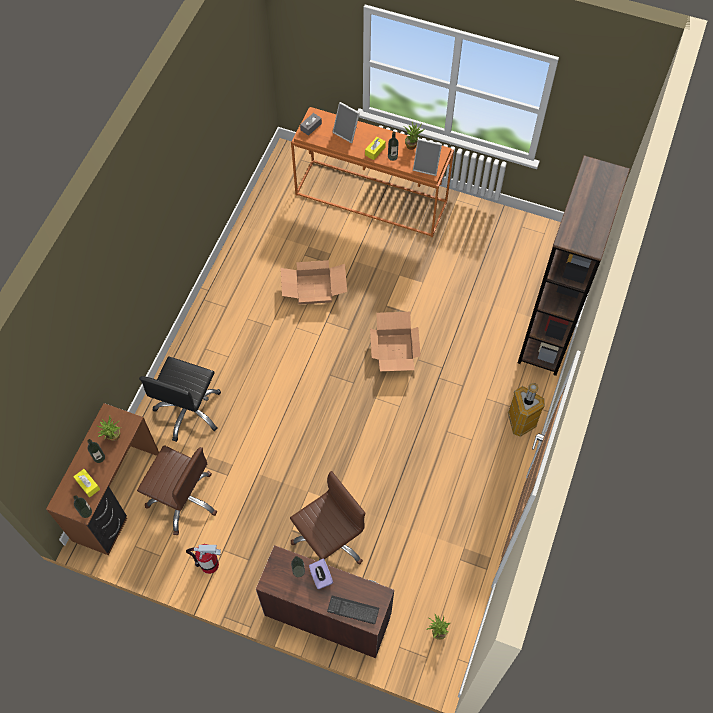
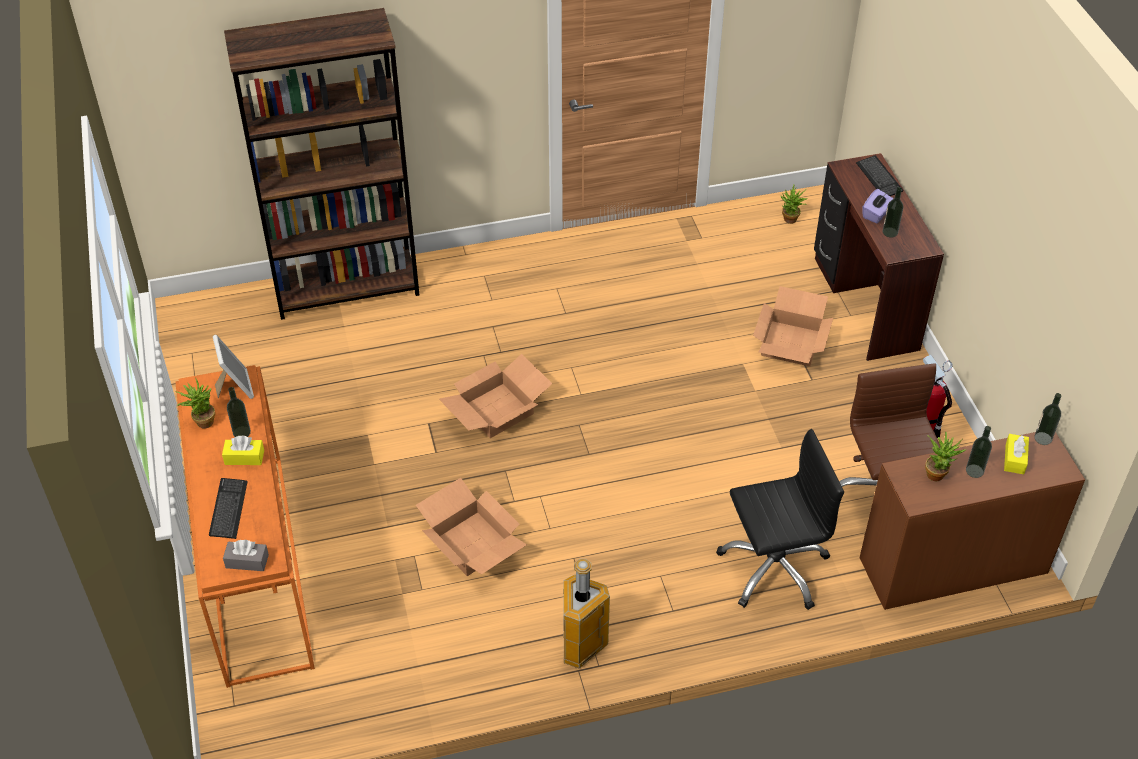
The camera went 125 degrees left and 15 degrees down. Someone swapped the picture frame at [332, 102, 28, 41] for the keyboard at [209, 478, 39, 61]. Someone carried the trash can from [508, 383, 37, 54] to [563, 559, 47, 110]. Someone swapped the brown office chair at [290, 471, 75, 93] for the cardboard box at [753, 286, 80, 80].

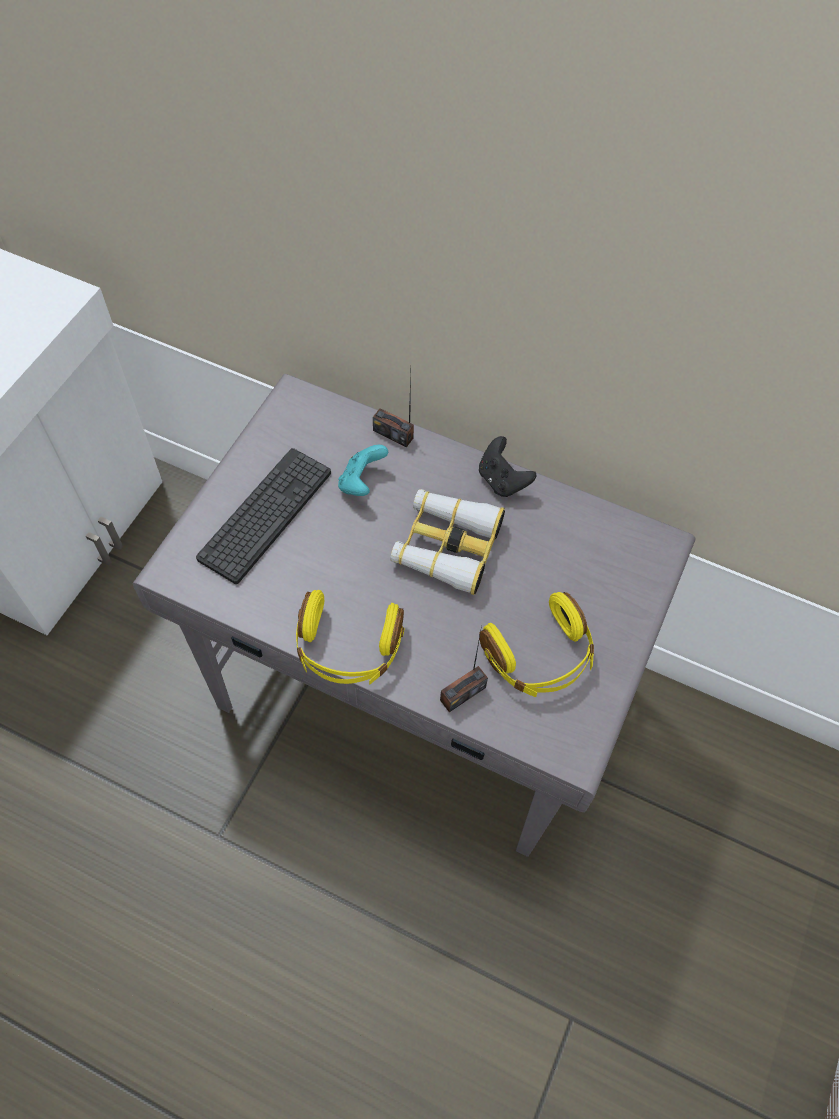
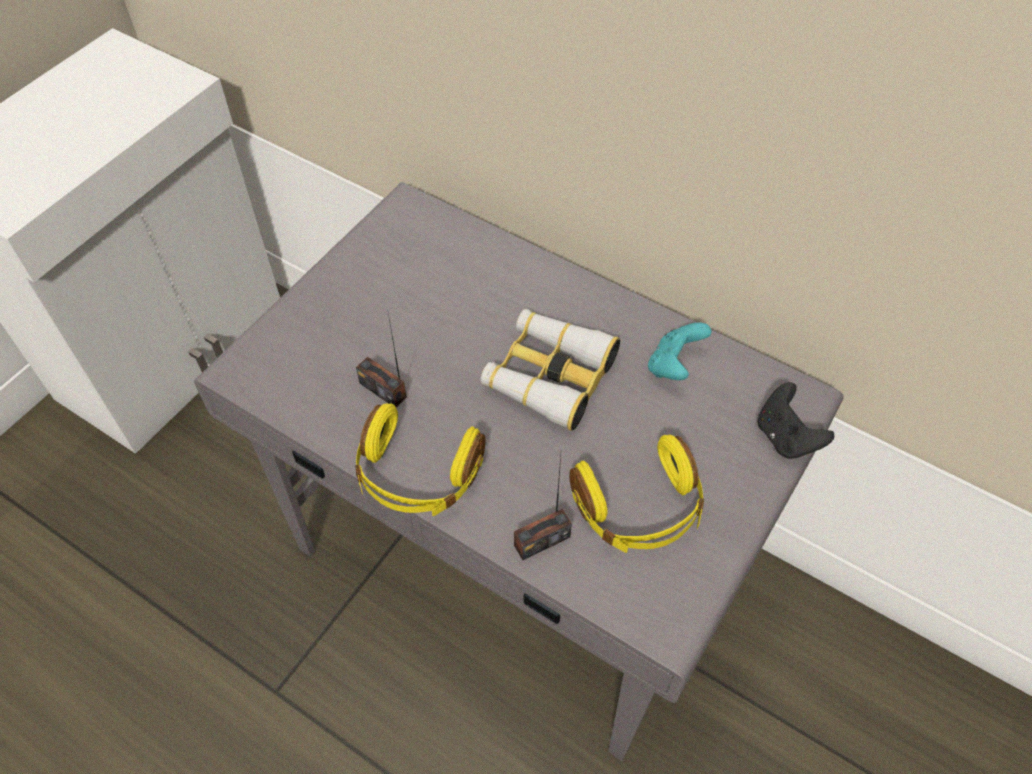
The camera went 10 degrees right and 5 degrees down. Someone carried the radio from [373, 372, 41, 75] to [356, 313, 51, 94]. Someone carried the black game controller from [479, 436, 57, 61] to [758, 382, 76, 77]. Someone carried the turquoise game controller from [338, 445, 50, 51] to [648, 323, 64, 57]. Someone took away the keyboard at [196, 448, 135, 136].

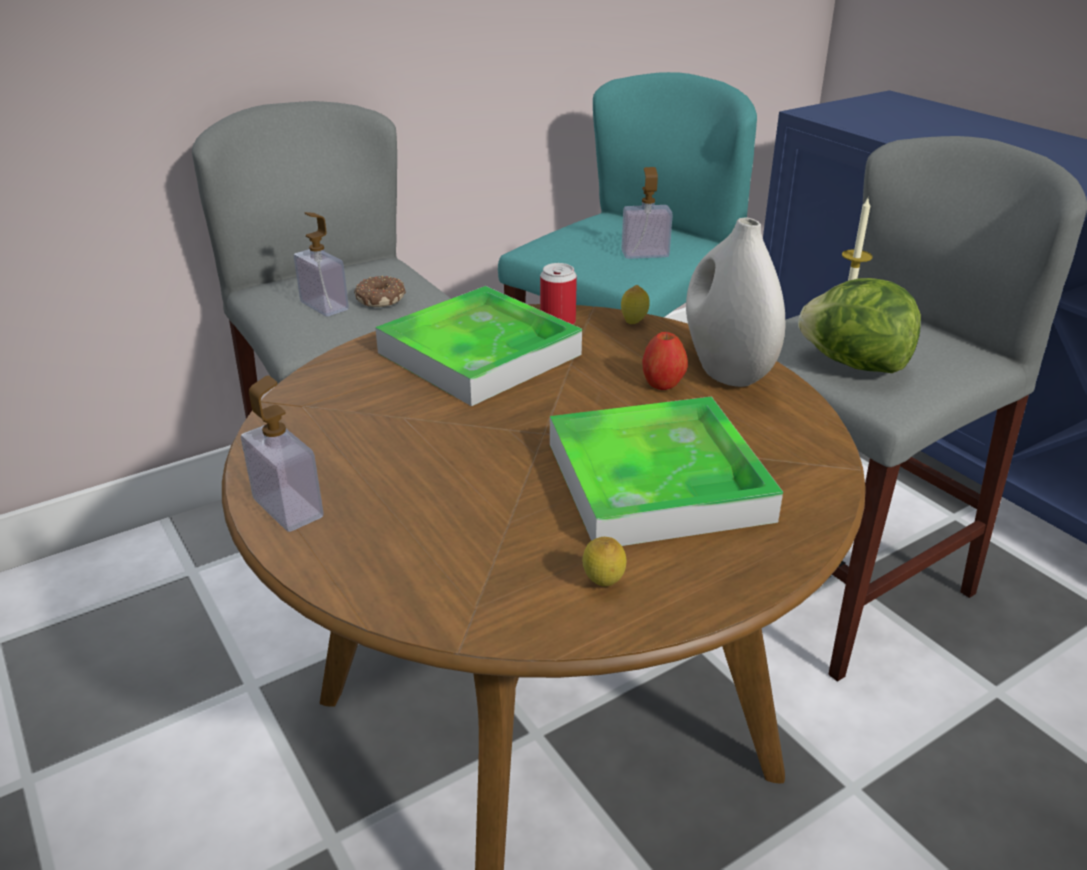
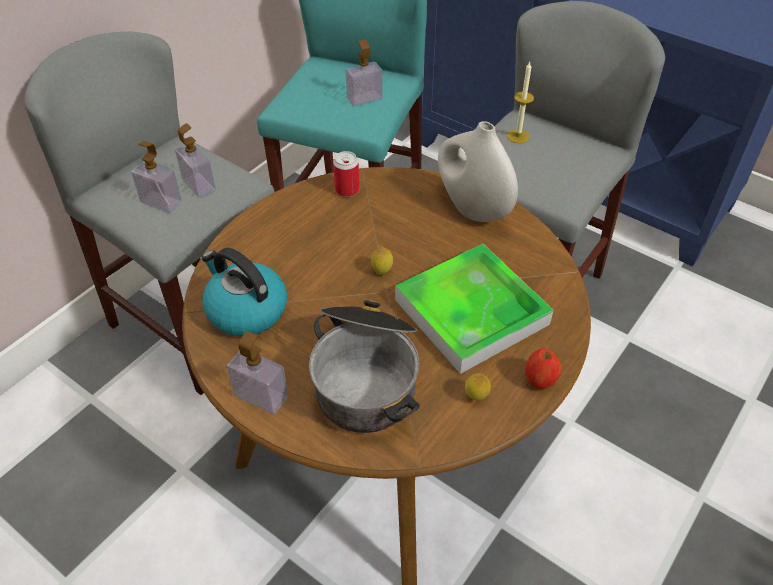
The camera went 20 degrees left and 15 degrees up. Someone swapped the donut at [354, 276, 52, 31] for the soap dispenser at [175, 123, 41, 75]. Someone took away the lettuce at [798, 278, 123, 95]. Someone carried the lemon from [621, 285, 29, 39] to [371, 247, 22, 28]. Someone took away the tray at [375, 286, 207, 120]. Someone carried the apple from [642, 332, 46, 58] to [525, 349, 37, 40]. Someone put down the kettle at [202, 248, 85, 88]. Someone put down the cooking pot at [309, 300, 110, 133].

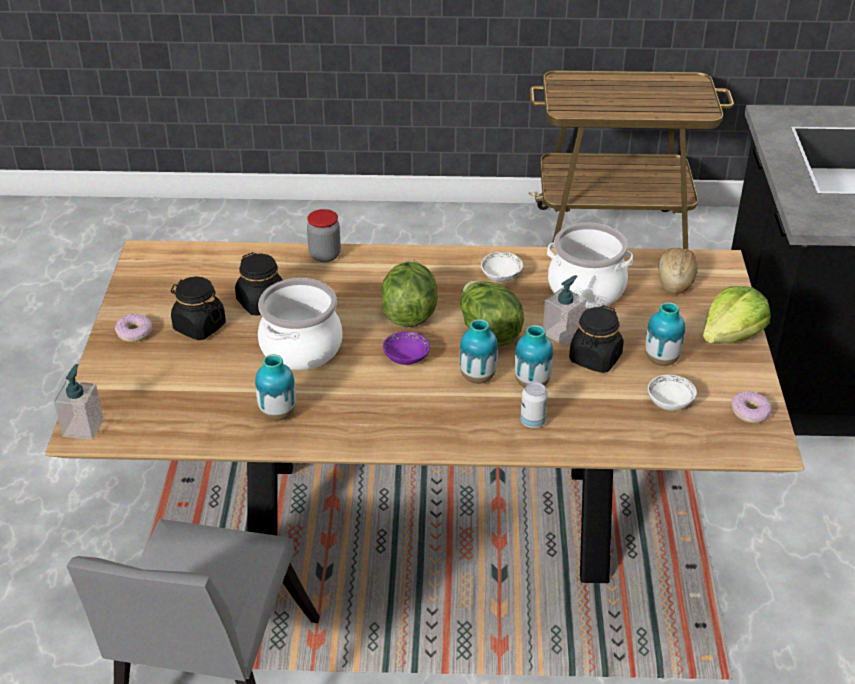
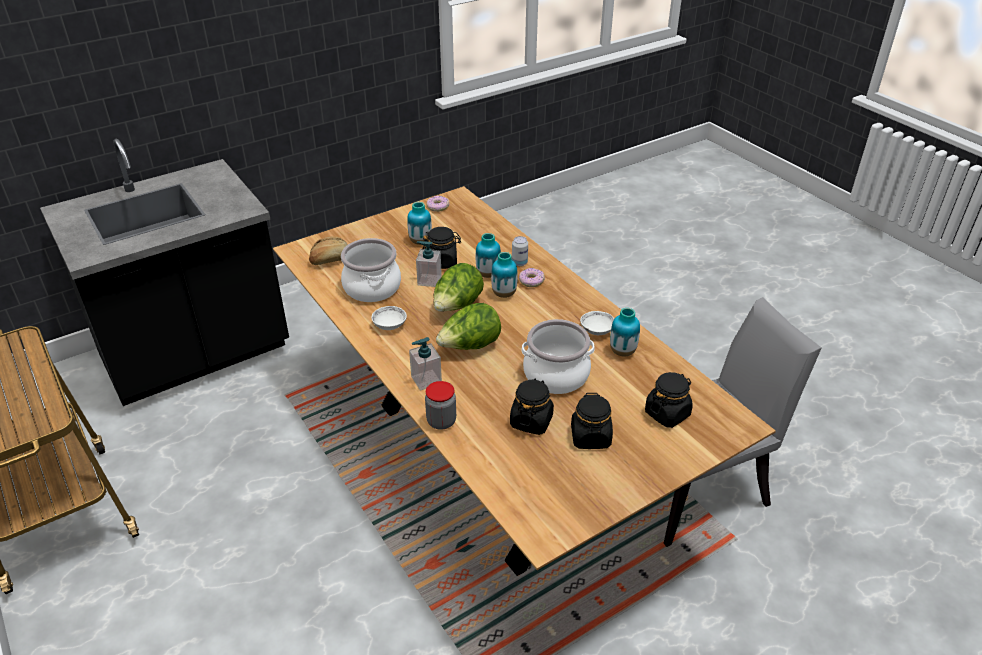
The camera went 125 degrees left and 0 degrees up. Someone took away the lettuce at [703, 286, 67, 58]. Someone carried the donut from [115, 314, 37, 28] to [519, 268, 26, 19]. Someone took away the purple bowl at [383, 332, 47, 33]. Someone carried the soap dispenser from [54, 364, 50, 76] to [409, 337, 33, 54]. Someone carried the white bowl from [648, 375, 49, 36] to [580, 311, 34, 24]. Someone put down the black jar at [645, 372, 48, 56].

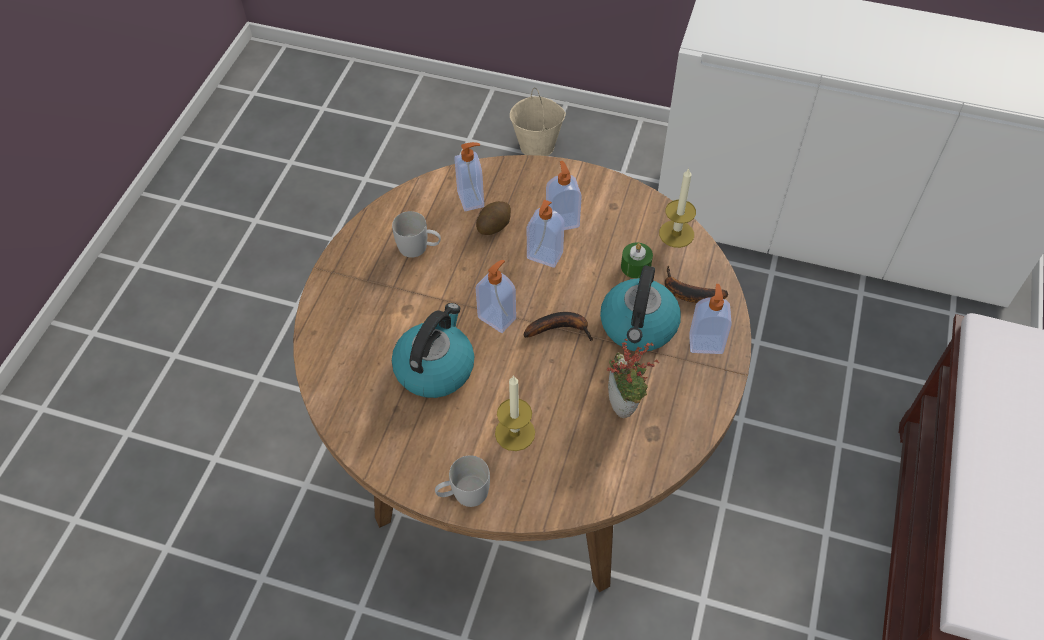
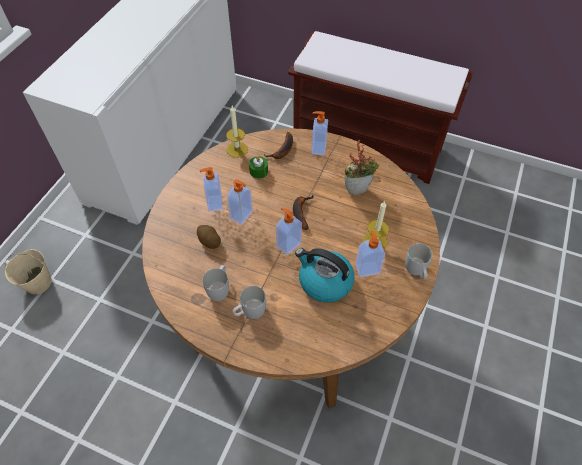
The camera went 85 degrees left and 0 degrees up. Someone carried the soap dispenser from [454, 142, 30, 69] to [355, 230, 30, 47]. Someone took away the kettle at [600, 266, 81, 86]. Someone put down the white mug at [232, 286, 34, 33].

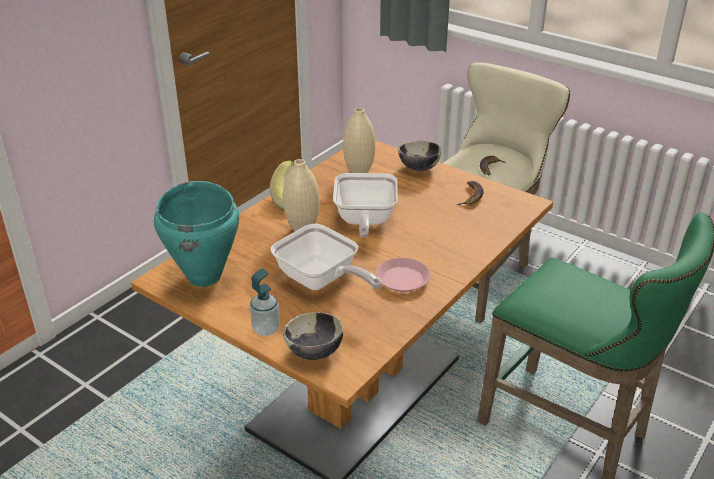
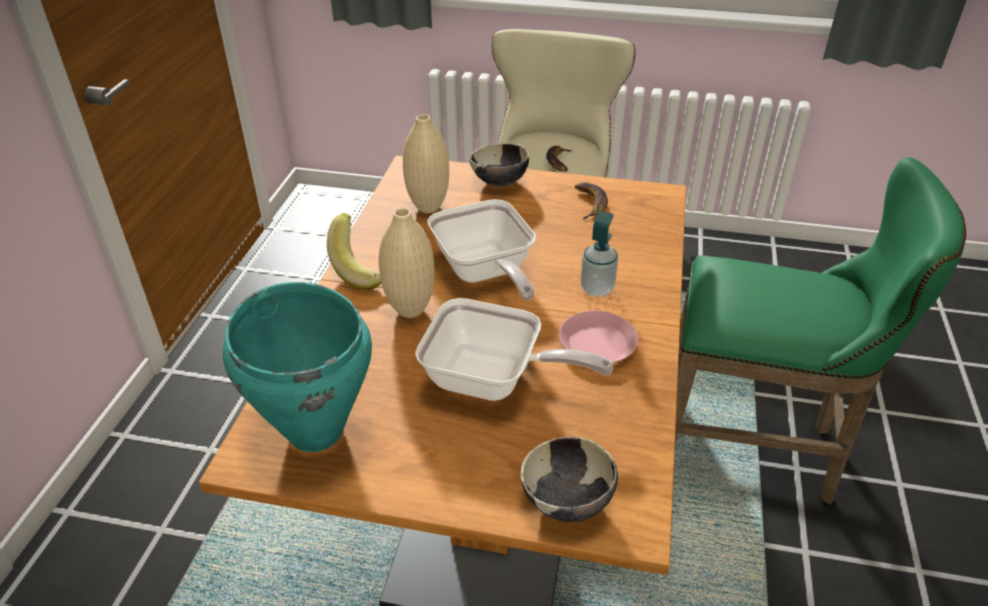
The camera went 25 degrees left and 5 degrees up. Someone carried the soap dispenser from [250, 268, 30, 68] to [580, 211, 38, 86].

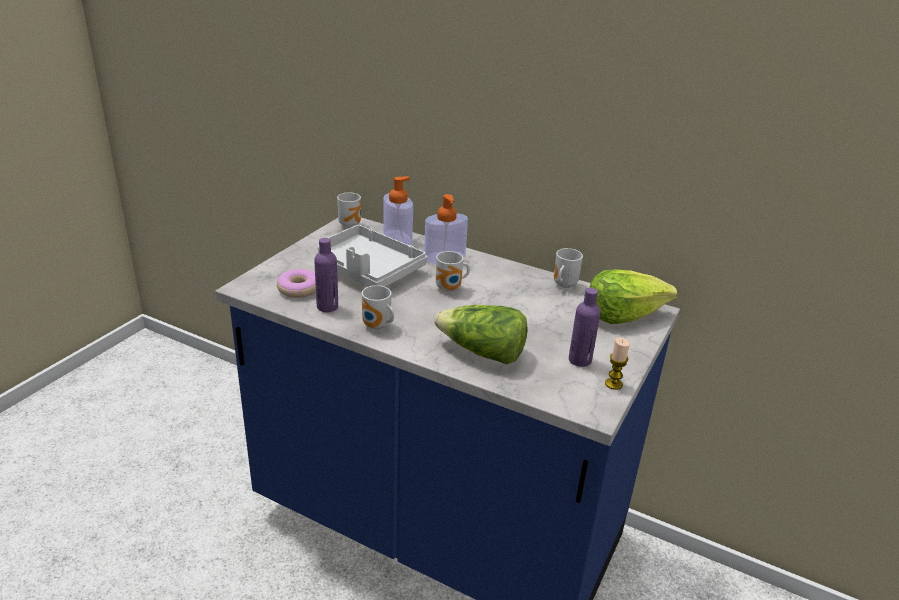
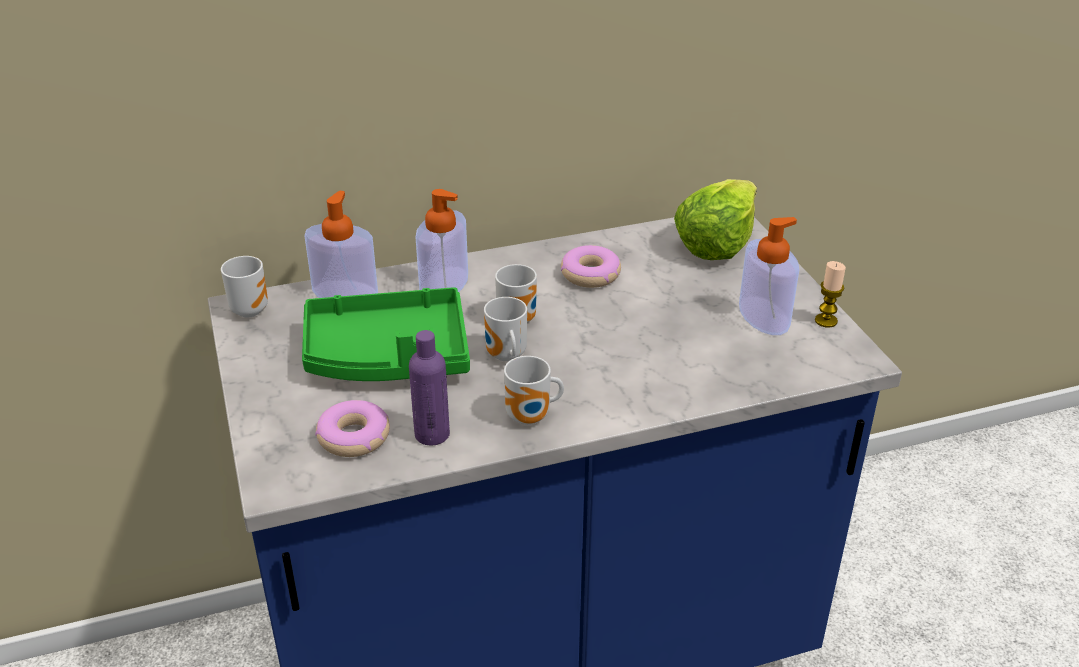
The camera went 45 degrees left and 5 degrees up. Someone repainted the grey tray at [317, 225, 110, 62], which became the green tray at [302, 287, 168, 94]. Someone carried the mug from [554, 248, 29, 40] to [484, 297, 43, 64]. Someone swapped the purple bottle at [569, 288, 31, 79] for the soap dispenser at [739, 217, 61, 118]. Someone took away the lettuce at [434, 305, 94, 59]. Someone put down the donut at [561, 245, 60, 43].

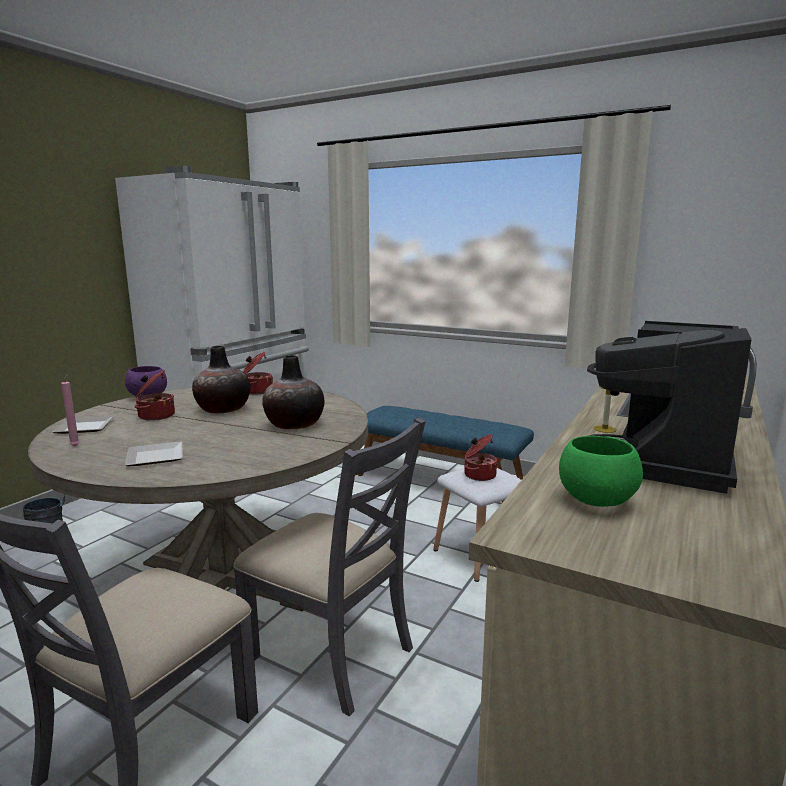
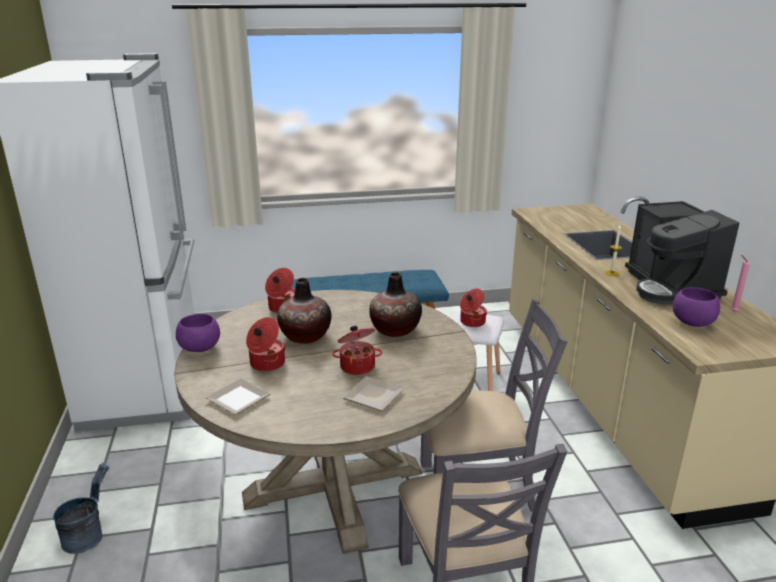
The camera went 40 degrees left and 10 degrees up. Someone carried the pink candle from [61, 374, 19, 72] to [731, 255, 19, 57]. Someone repainted the green bowl at [559, 436, 84, 71], which became the purple bowl at [673, 287, 47, 40]. Someone put down the cooking pot at [332, 326, 50, 49].

